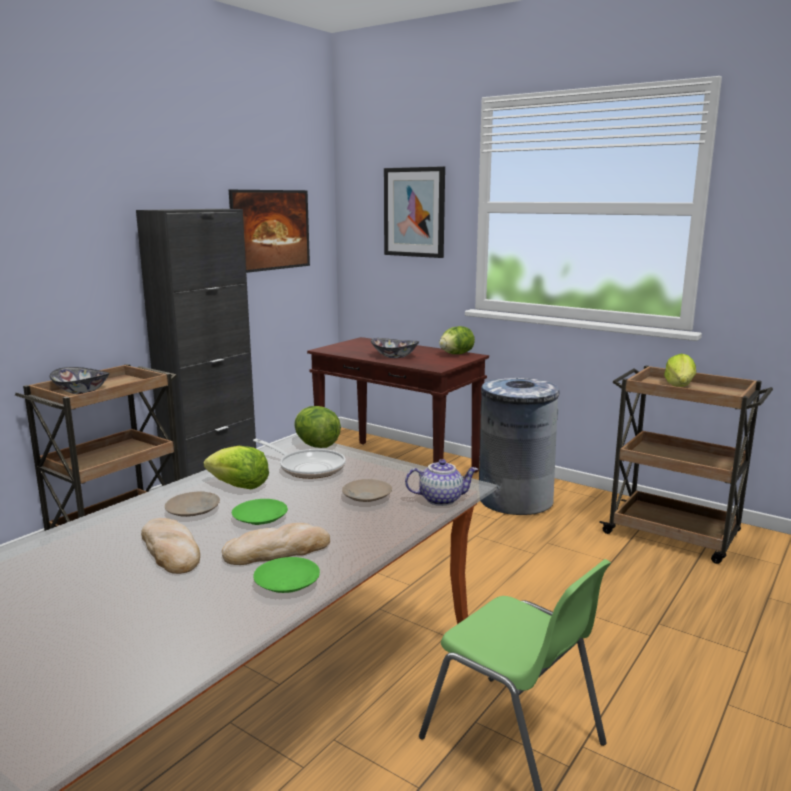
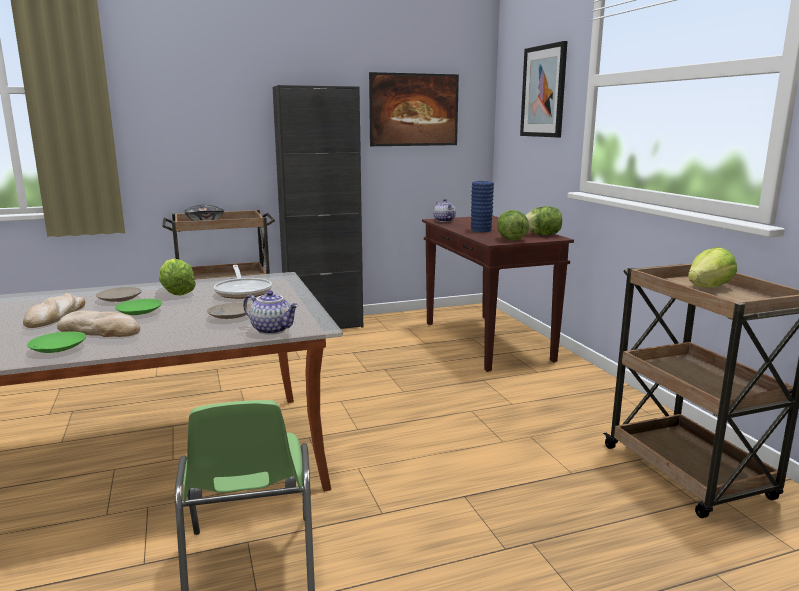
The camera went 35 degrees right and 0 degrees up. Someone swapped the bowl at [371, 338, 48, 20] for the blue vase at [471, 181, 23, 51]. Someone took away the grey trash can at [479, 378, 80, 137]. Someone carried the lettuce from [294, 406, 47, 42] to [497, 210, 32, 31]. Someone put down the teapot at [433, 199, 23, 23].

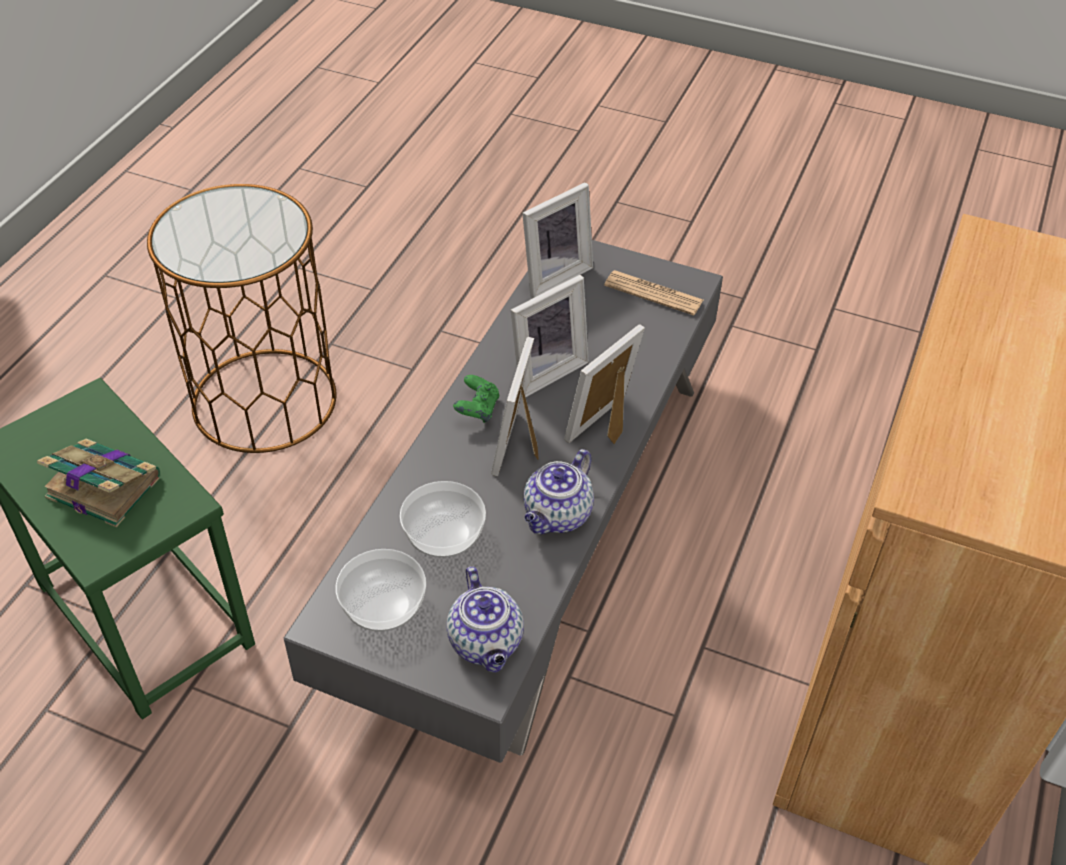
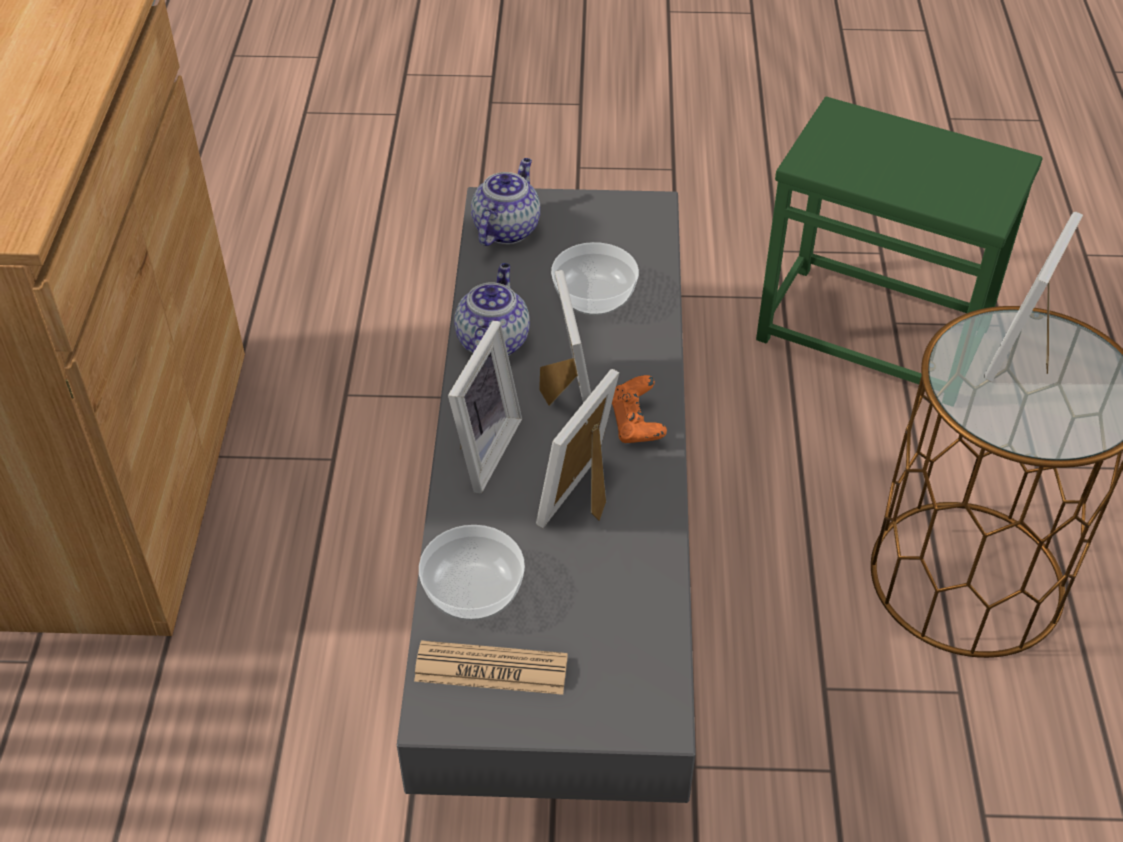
The camera went 160 degrees right and 0 degrees up. Someone carried the picture frame from [522, 182, 71, 116] to [984, 212, 99, 170]. Someone repainted the green game controller at [453, 375, 47, 48], which became the orange game controller at [612, 375, 55, 68]. Someone took away the book at [37, 439, 123, 88]. Someone carried the bowl from [336, 549, 90, 83] to [419, 525, 106, 96]. Someone rotated the teapot at [446, 567, 78, 106] by 60 degrees clockwise.

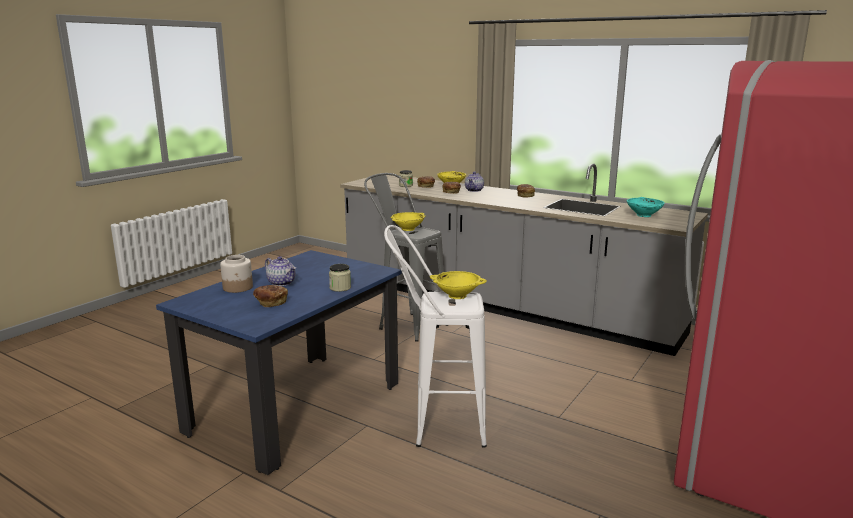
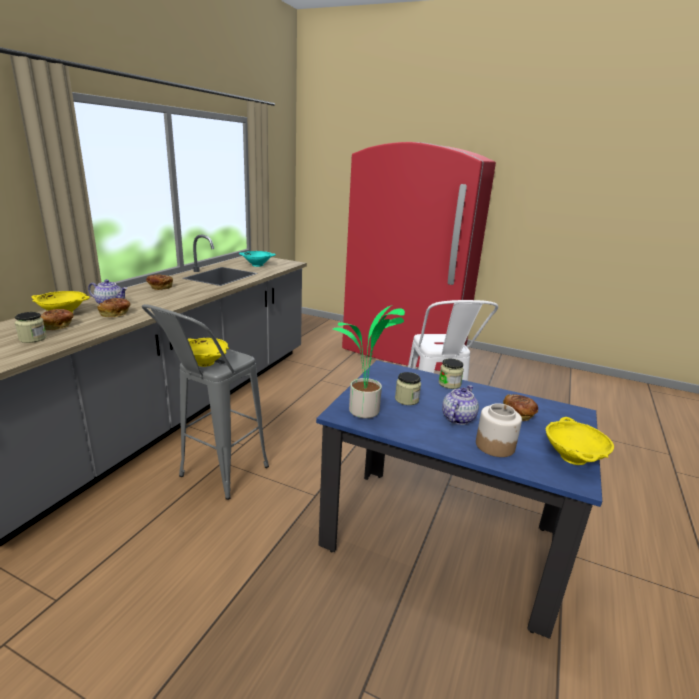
The camera went 100 degrees left and 5 degrees up. Someone carried the yellow bowl from [430, 271, 57, 28] to [545, 417, 69, 48]. Someone put down the potted plant at [333, 305, 72, 114]. Someone put down the jar at [395, 372, 26, 33].

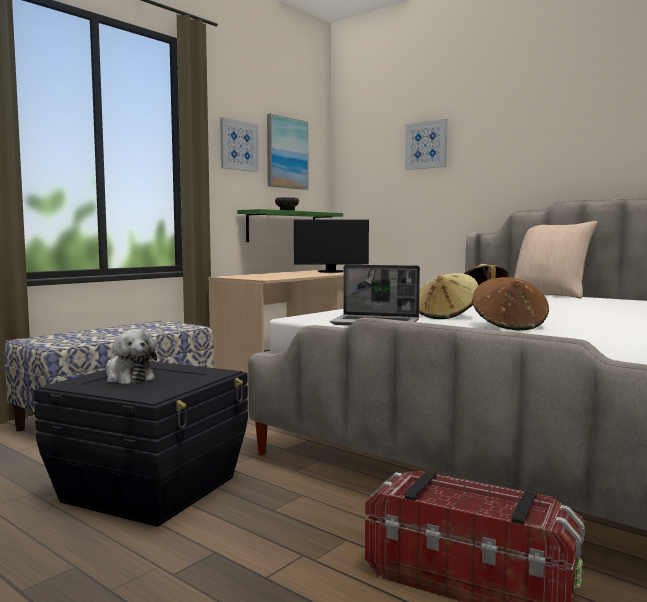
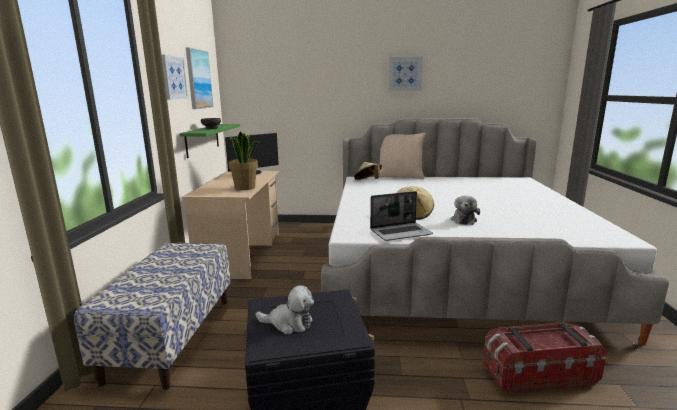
The camera went 35 degrees left and 10 degrees up. Someone carried the picture from [405, 119, 43, 51] to [388, 56, 35, 35]. Someone swapped the brown hat at [472, 277, 77, 53] for the plush toy at [451, 195, 29, 30]. Someone put down the potted plant at [228, 131, 32, 59].

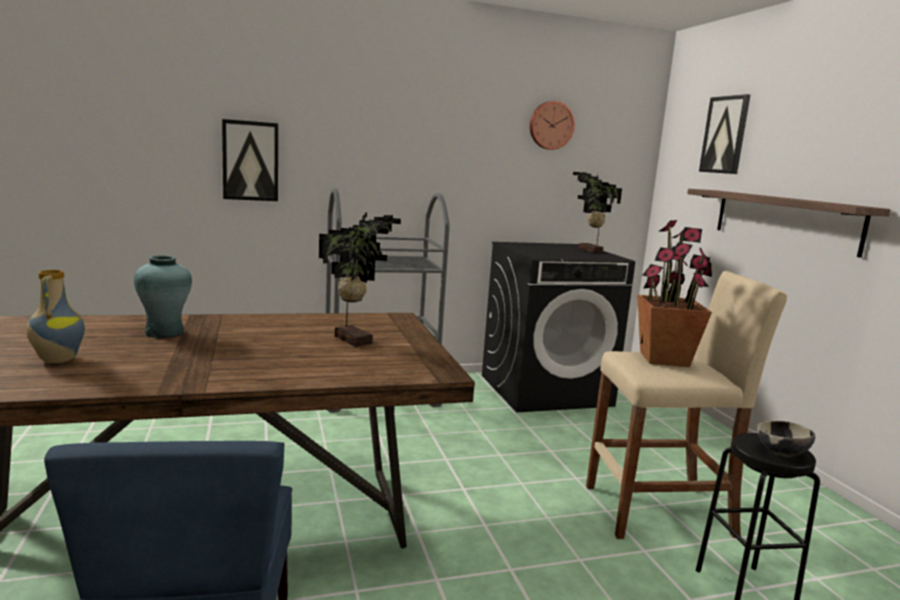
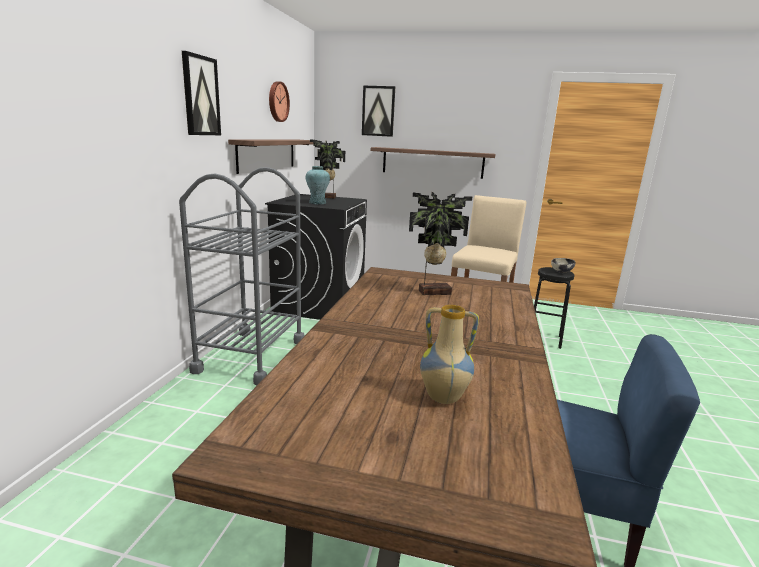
The camera went 60 degrees left and 5 degrees up. Someone carried the picture from [222, 119, 56, 82] to [182, 51, 39, 84]. Someone took away the potted plant at [637, 220, 75, 147]. Someone carried the turquoise vase from [134, 255, 58, 83] to [305, 166, 25, 38]. Someone put up the shelf at [228, 139, 86, 35].

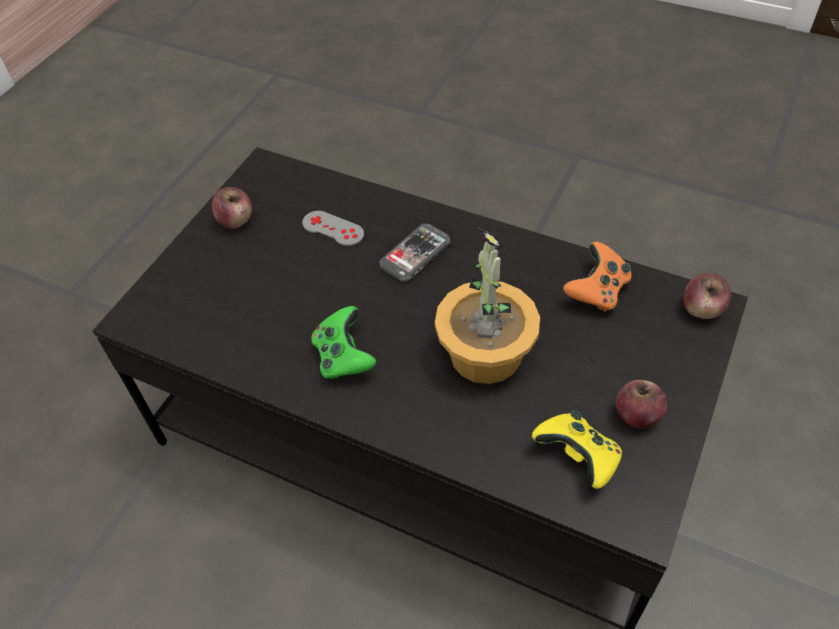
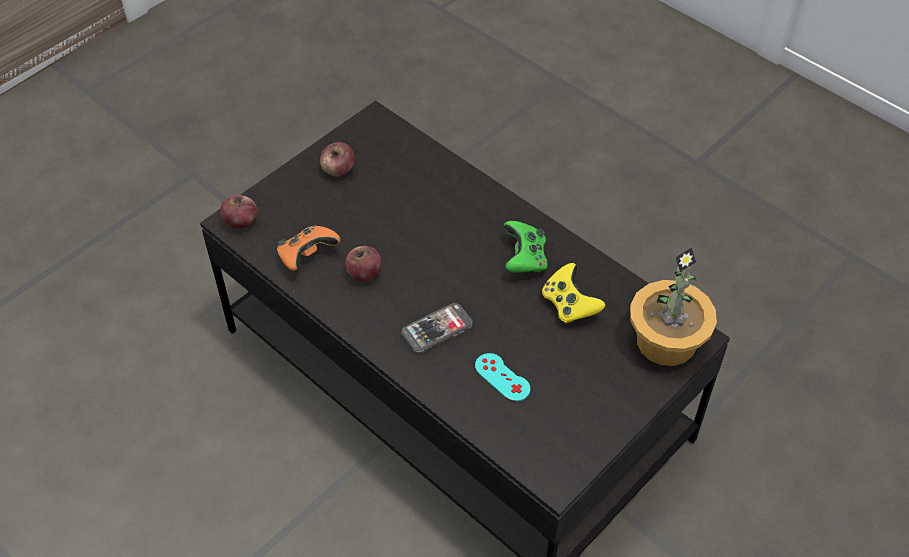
The camera went 165 degrees left and 0 degrees up. Someone carried the apple from [212, 187, 40, 42] to [345, 246, 36, 36]. Someone repainted the grey game controller at [302, 211, 62, 35], which became the turquoise game controller at [475, 353, 55, 49]. Someone carried the potted plant from [435, 228, 105, 156] to [630, 248, 87, 118]. Someone carried the yellow game controller from [532, 410, 90, 79] to [542, 263, 63, 61].

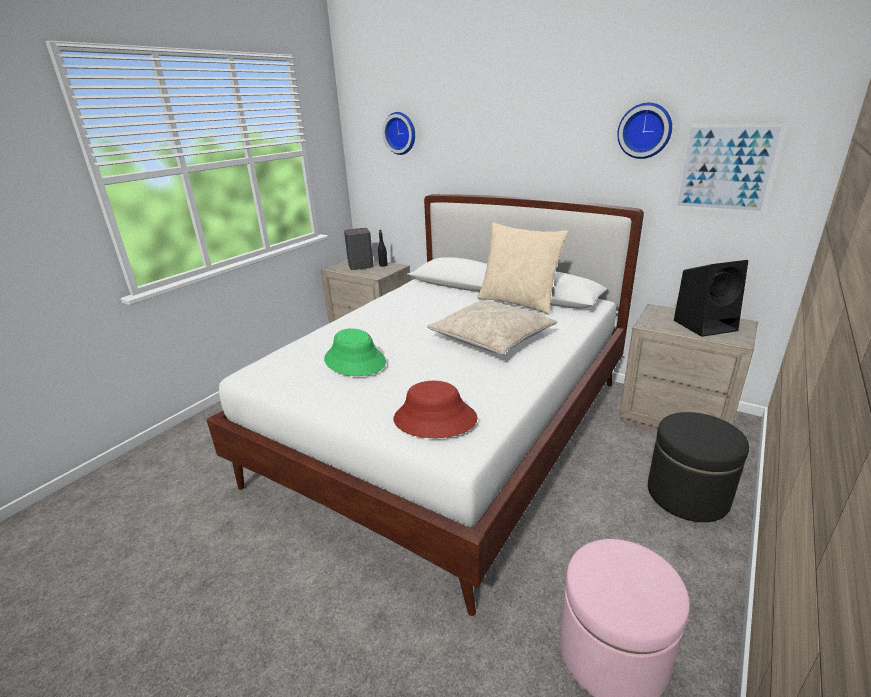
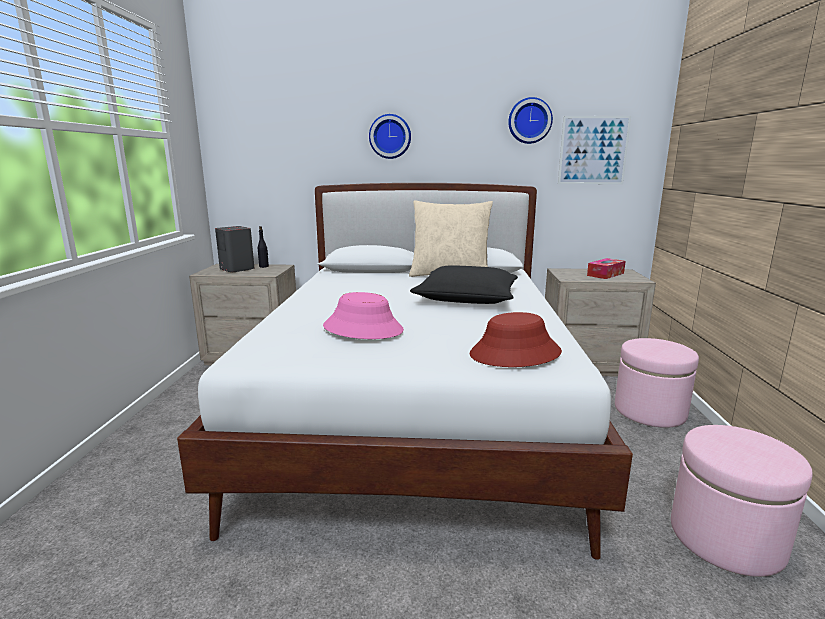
The camera went 30 degrees left and 10 degrees down. Someone carried the wall clock from [382, 112, 33, 43] to [369, 114, 42, 45]. Someone swapped the black speaker at [674, 260, 74, 77] for the tissue box at [587, 258, 39, 21]. Someone repainted the beige pillow at [427, 300, 130, 55], which became the black pillow at [410, 265, 108, 39]. Someone repainted the green hat at [324, 329, 62, 47], which became the pink hat at [323, 292, 81, 47]. Someone repainted the black ottoman at [648, 412, 101, 110], which became the pink ottoman at [615, 338, 84, 90].

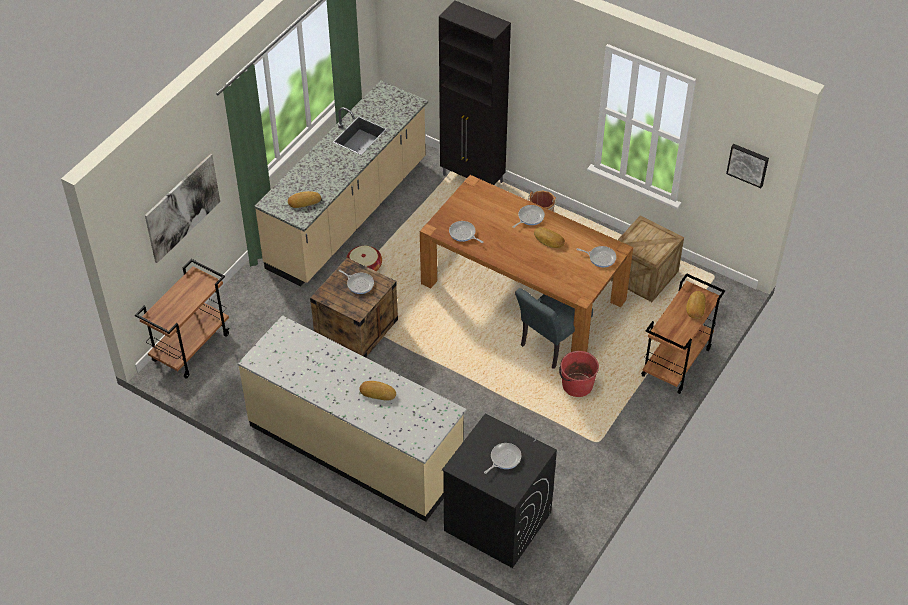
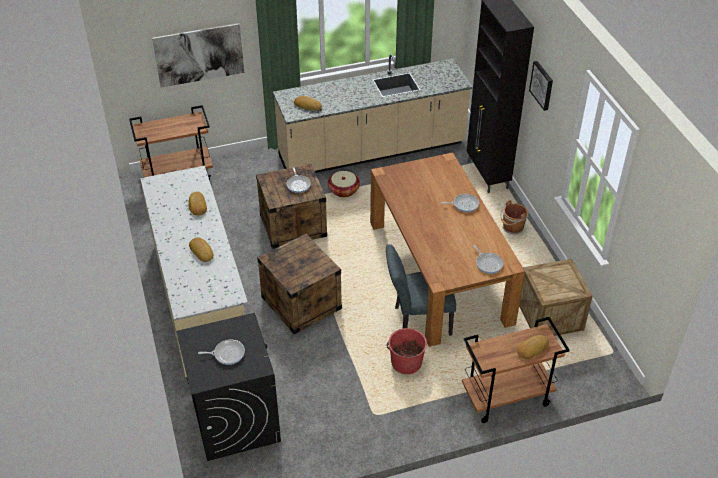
The camera went 40 degrees right and 5 degrees down. Someone carried the picture from [726, 144, 43, 44] to [529, 61, 24, 50]. Someone took away the frying pan at [449, 221, 34, 22]. Someone carried the bread from [534, 227, 31, 21] to [188, 191, 19, 25]. Someone put down the crate at [257, 234, 85, 101].

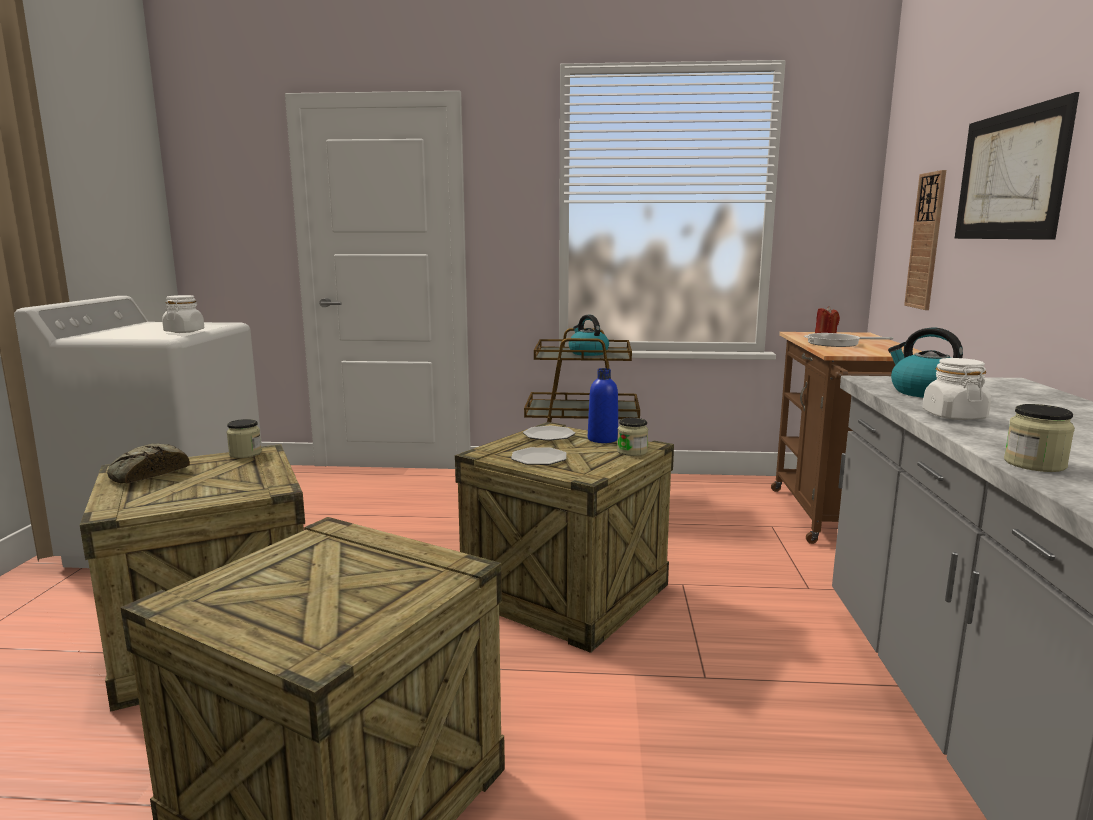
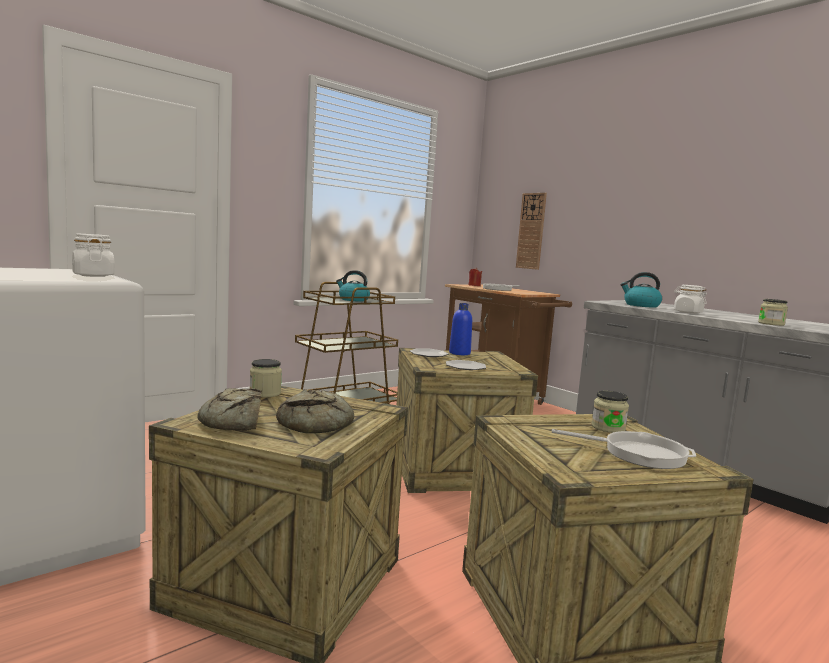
The camera went 45 degrees left and 5 degrees down. Someone took away the picture at [955, 92, 124, 148]. Someone carried the jar from [617, 418, 31, 38] to [591, 391, 38, 42]. Someone put down the bread at [276, 389, 78, 45]. Someone put down the frying pan at [552, 429, 144, 40].

